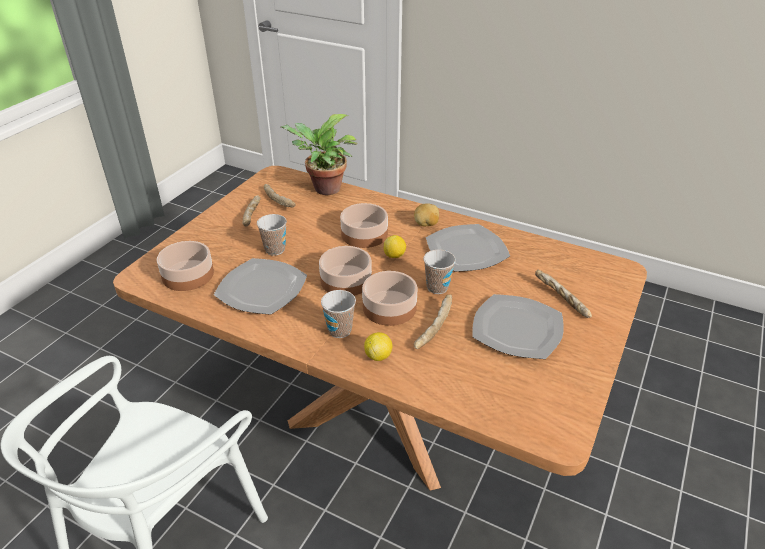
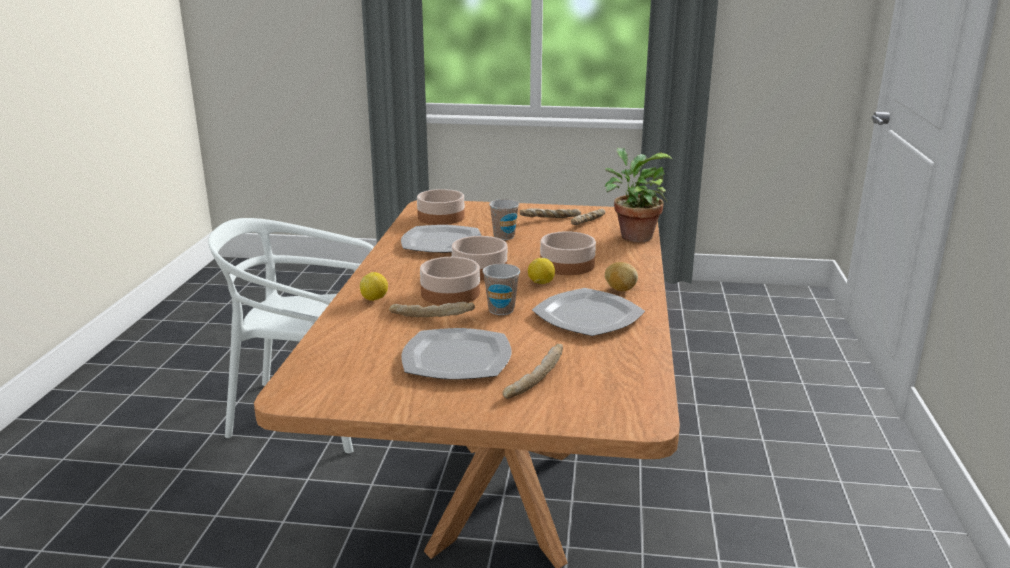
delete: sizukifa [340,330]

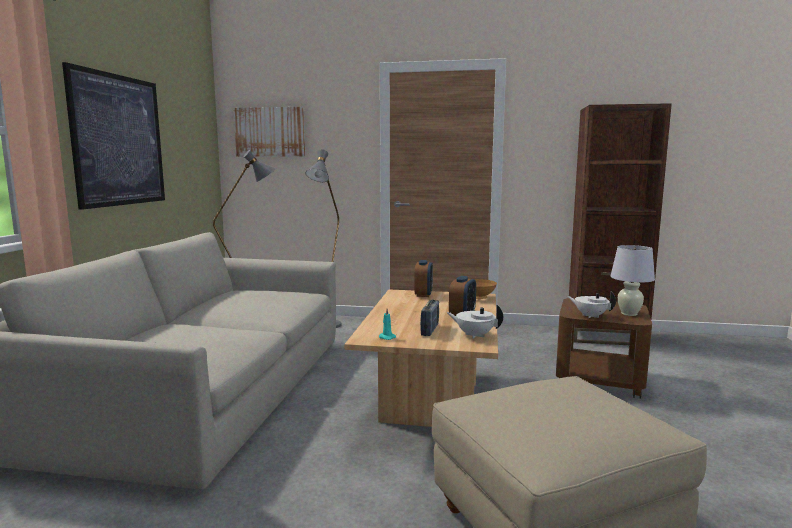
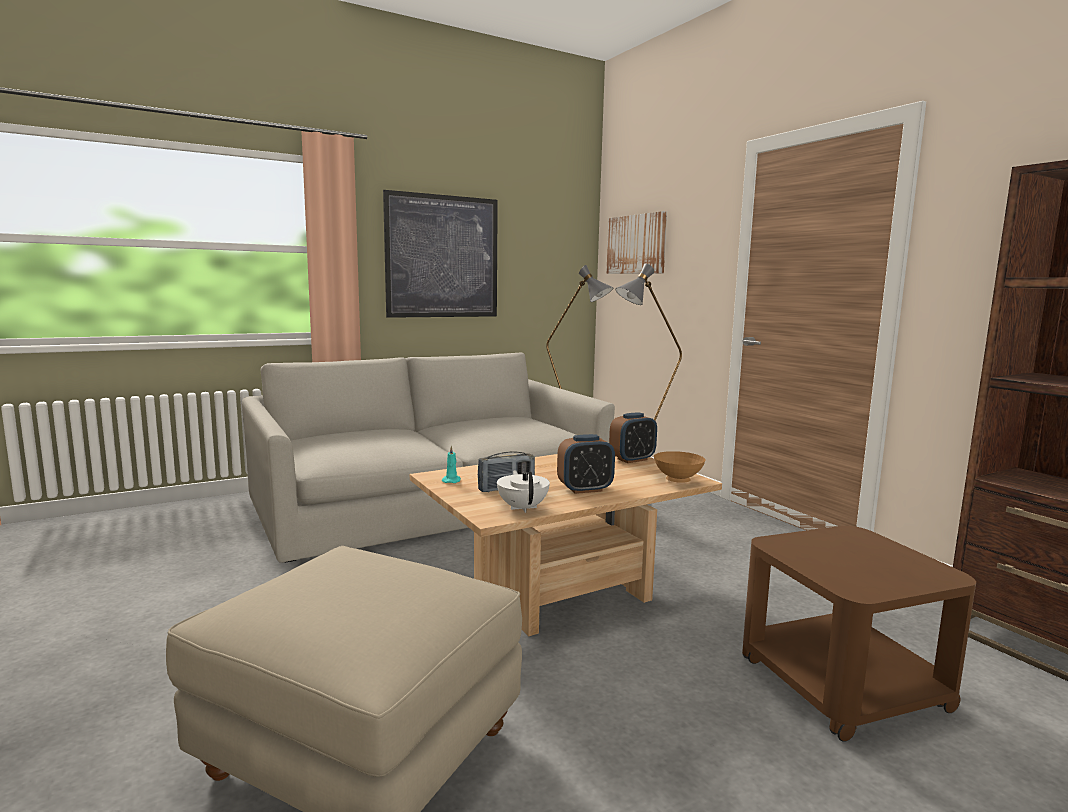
delete: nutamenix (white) [590,316]; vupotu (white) [629,314]

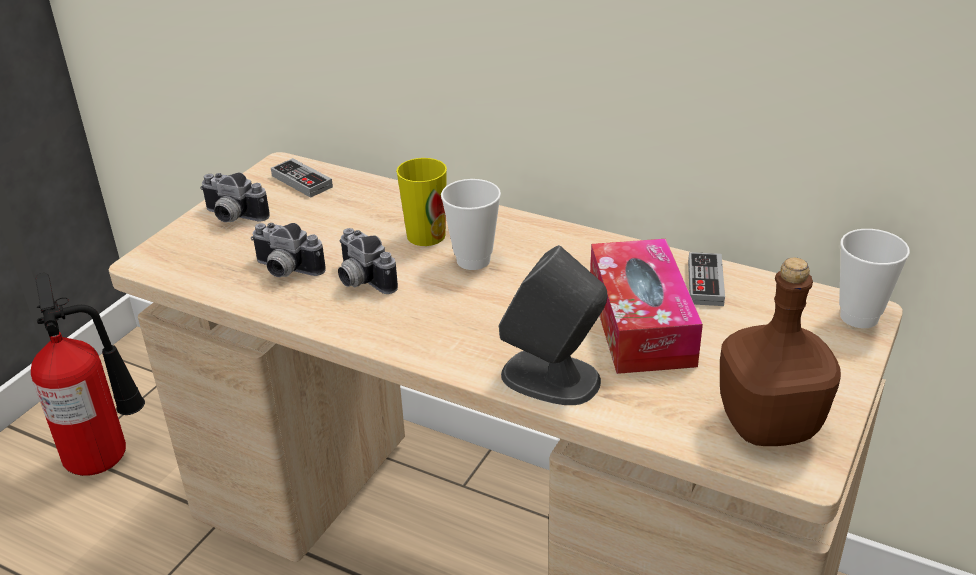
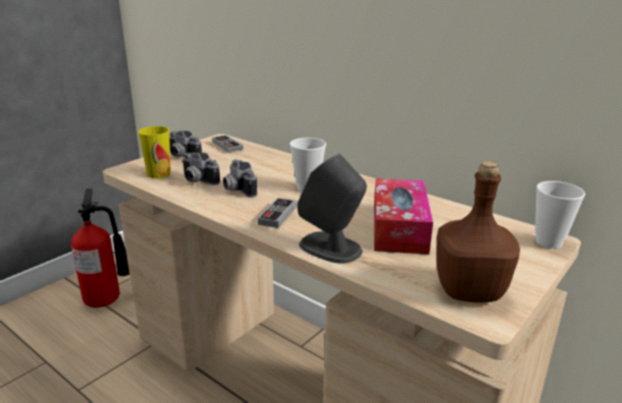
move: sizukifa [426,235] to [158,173]; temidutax [705,283] to [278,215]

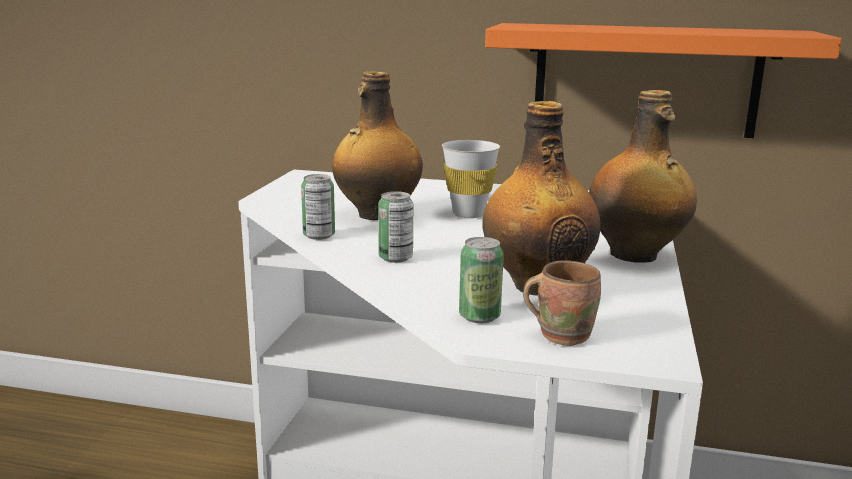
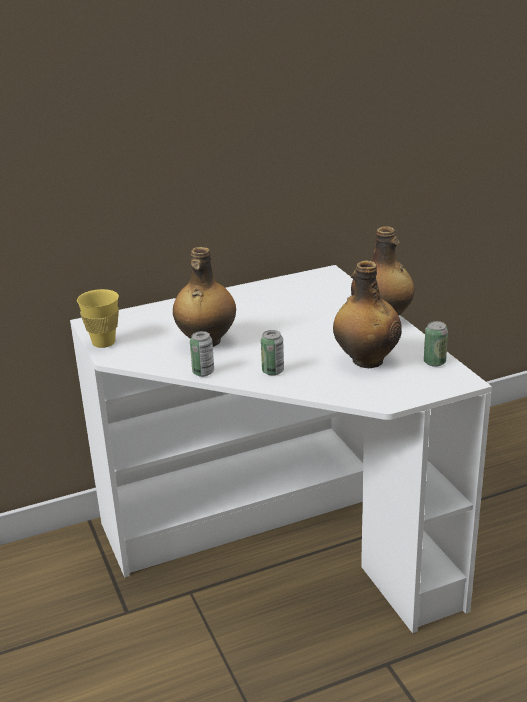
delete: sizukifa (white) [468,214]; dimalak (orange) [645,80]; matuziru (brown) [561,334]
insert: sizukifa (yellow) [103,343]
move: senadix [479,316] to [434,362]

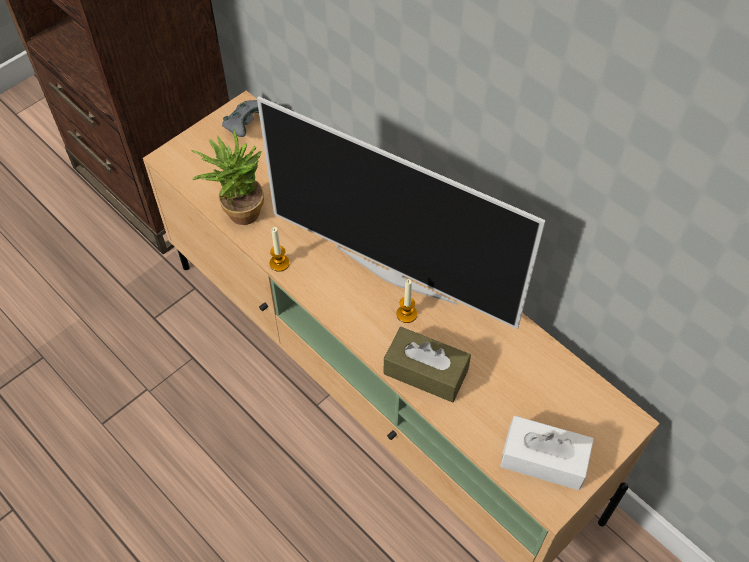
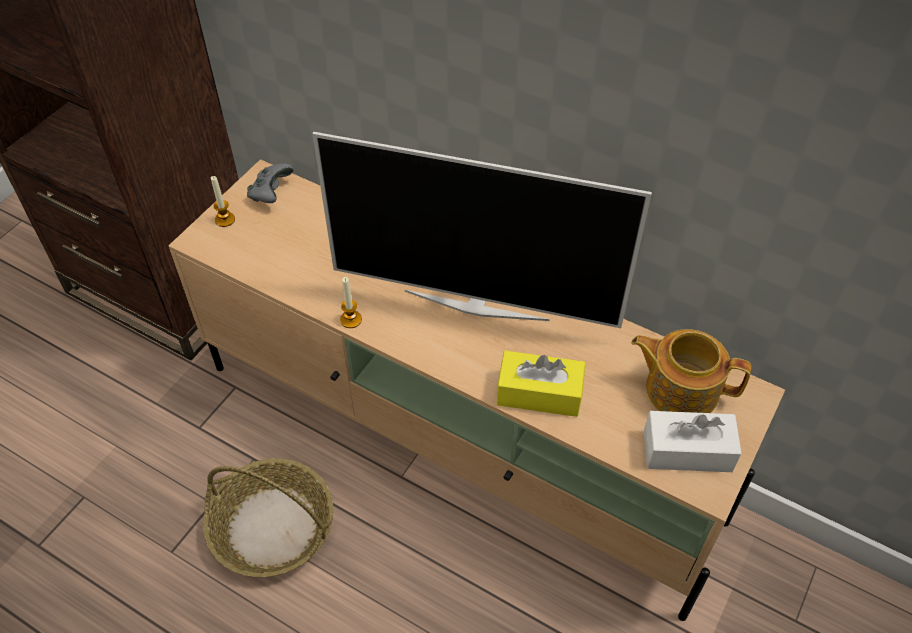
delete: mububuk [238,211]
insert: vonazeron [271,527]; nutamenix [680,389]
move: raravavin [406,314] to [225,219]
recolor: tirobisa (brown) [425,372] to tirobisa (yellow) [539,393]

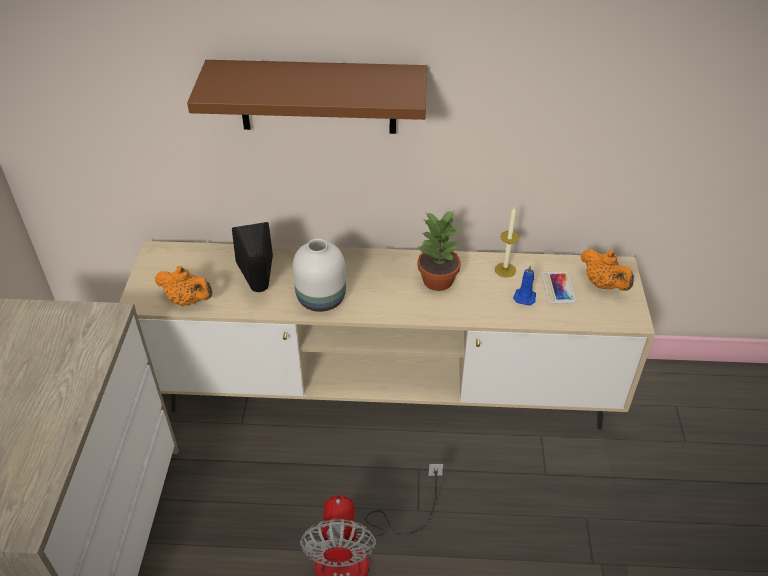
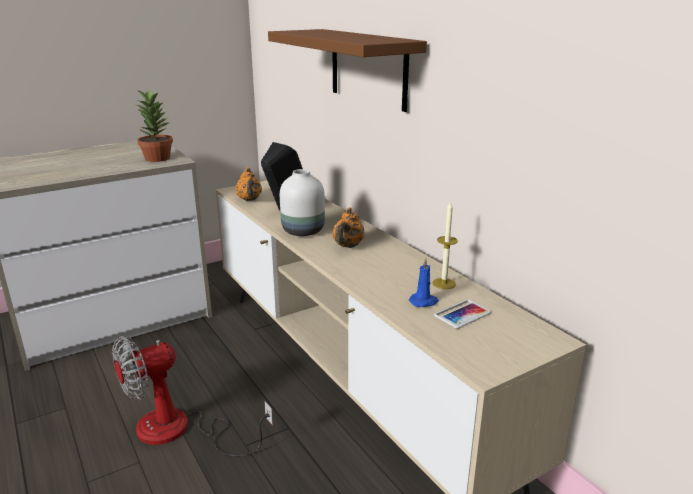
move: mububuk [437,280] to [157,158]; nutamenix (orange) [603,284] to [348,246]

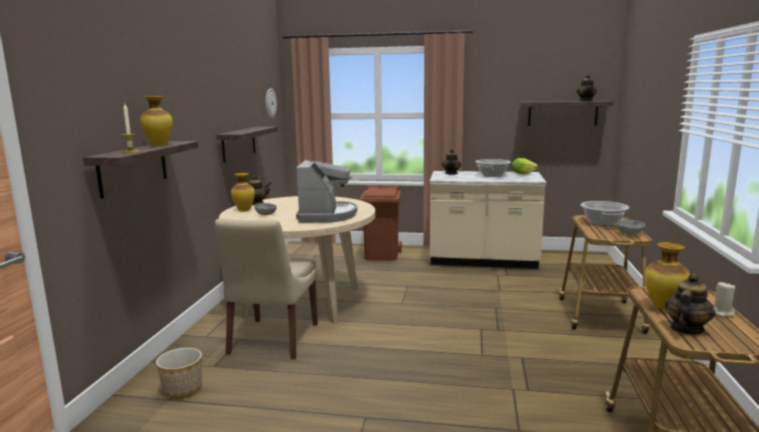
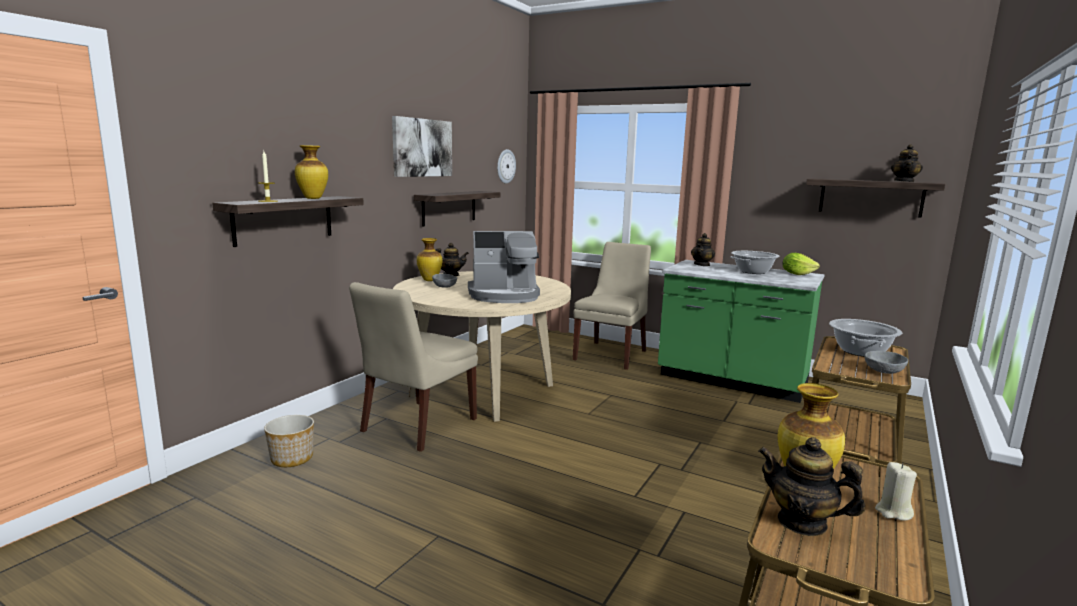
insert: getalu [422,147]
replace: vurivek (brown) [382,255] to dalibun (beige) [611,354]
recolor: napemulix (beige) [483,261] to napemulix (green) [731,381]
rotate: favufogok [326,215] = [504,295] 60 degrees clockwise; nutamenix [686,329] = [802,522] 120 degrees counterclockwise

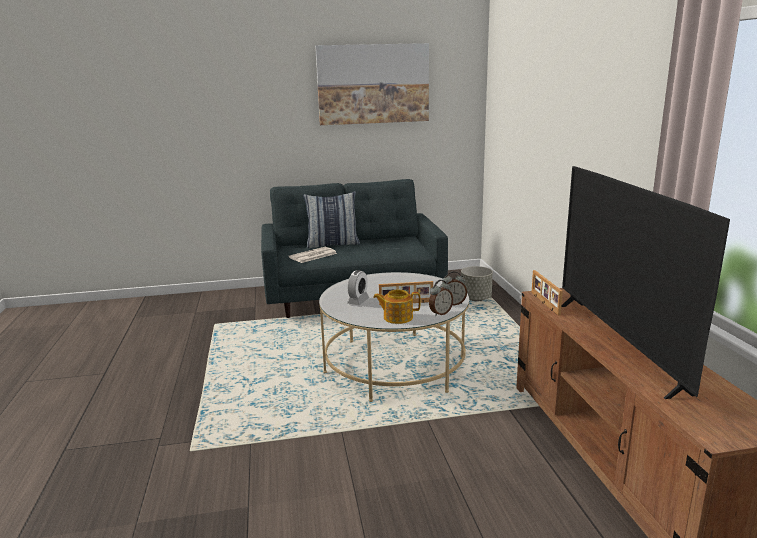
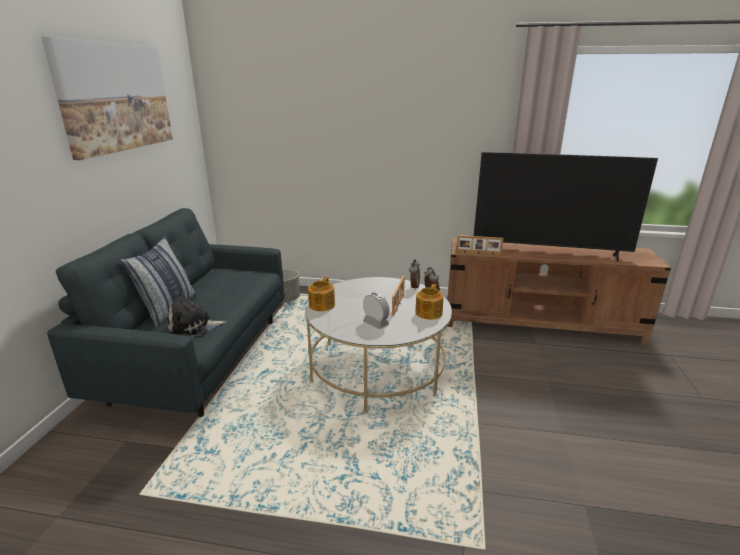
insert: nutamenix [321,305]
replace: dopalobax [312,255] to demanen [194,327]

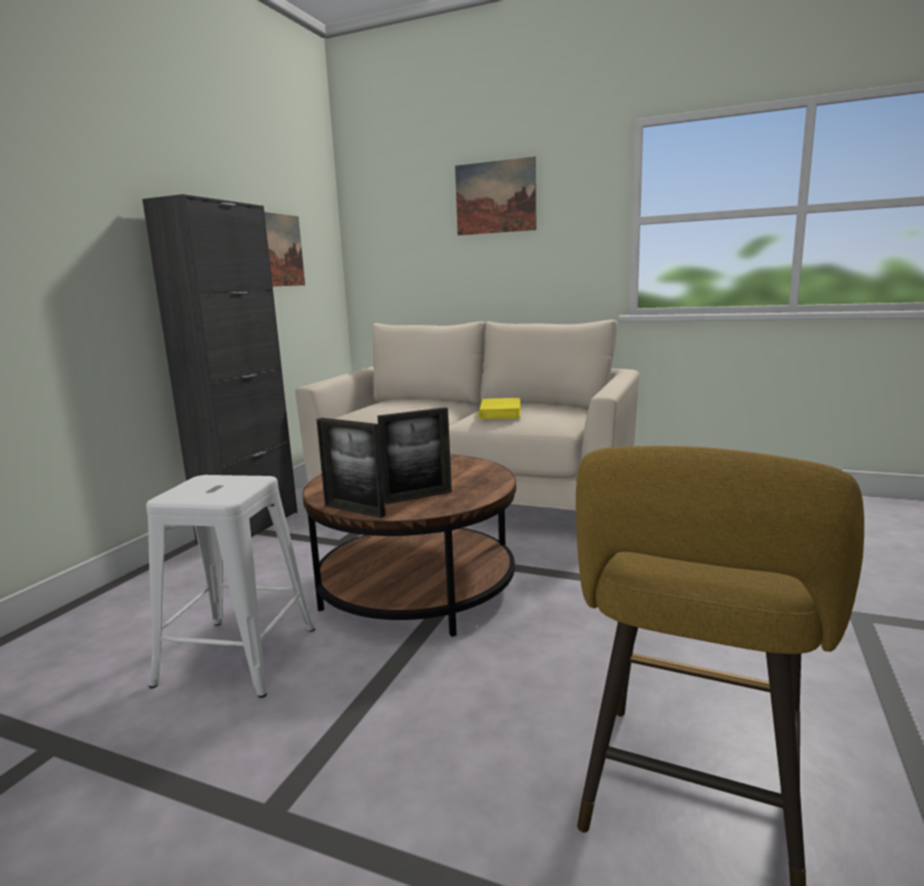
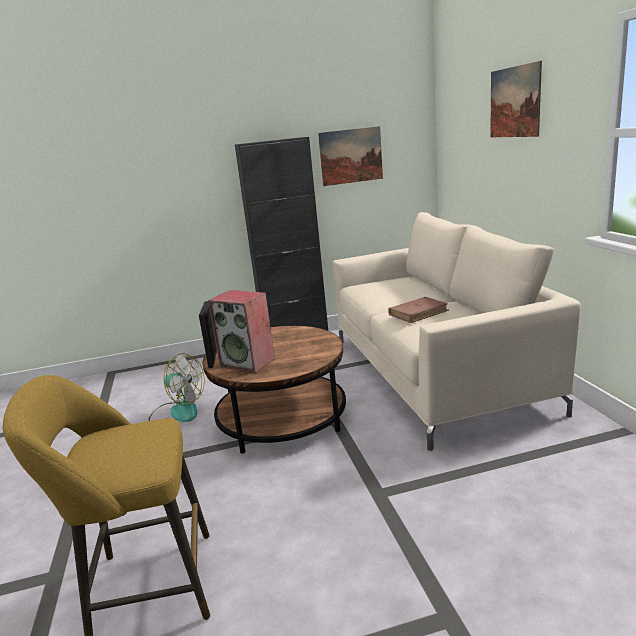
replace: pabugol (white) [238,655] to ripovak [177,412]; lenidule [418,497] to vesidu [248,362]
recolor: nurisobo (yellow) [500,412] to nurisobo (brown) [418,312]

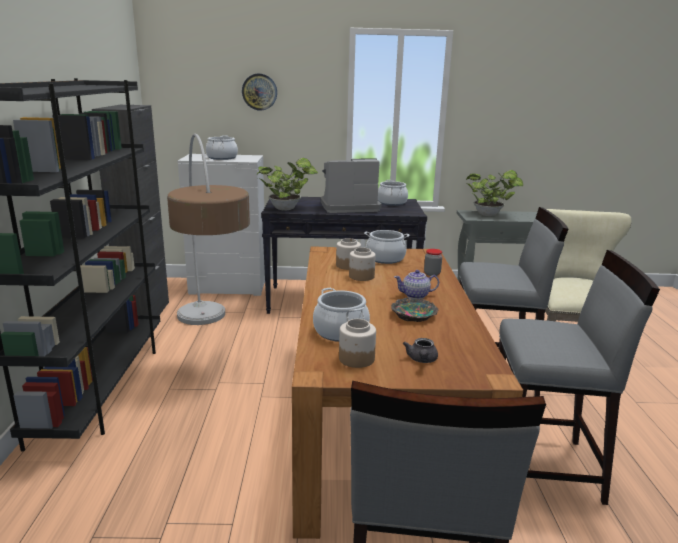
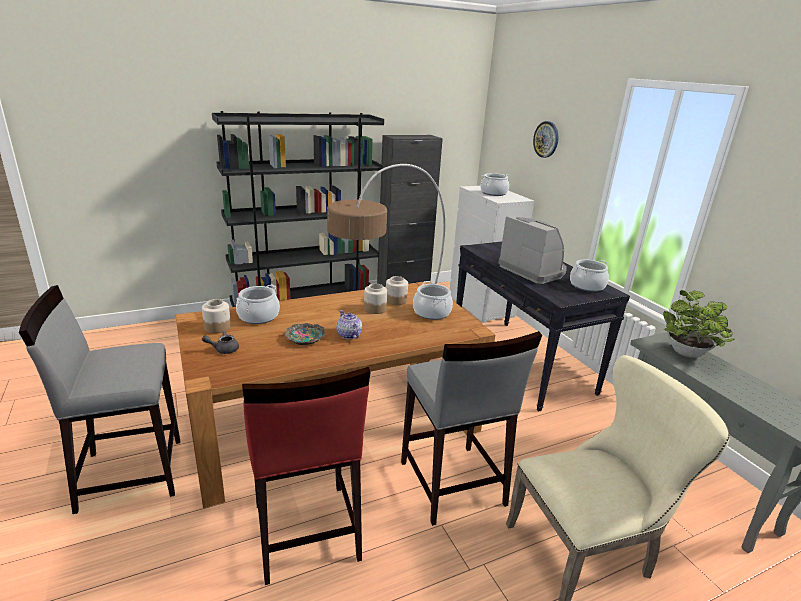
delete: mububuk [287,208]; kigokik [432,274]
recolor: pabugol (grey) [543,467] to pabugol (red) [305,532]

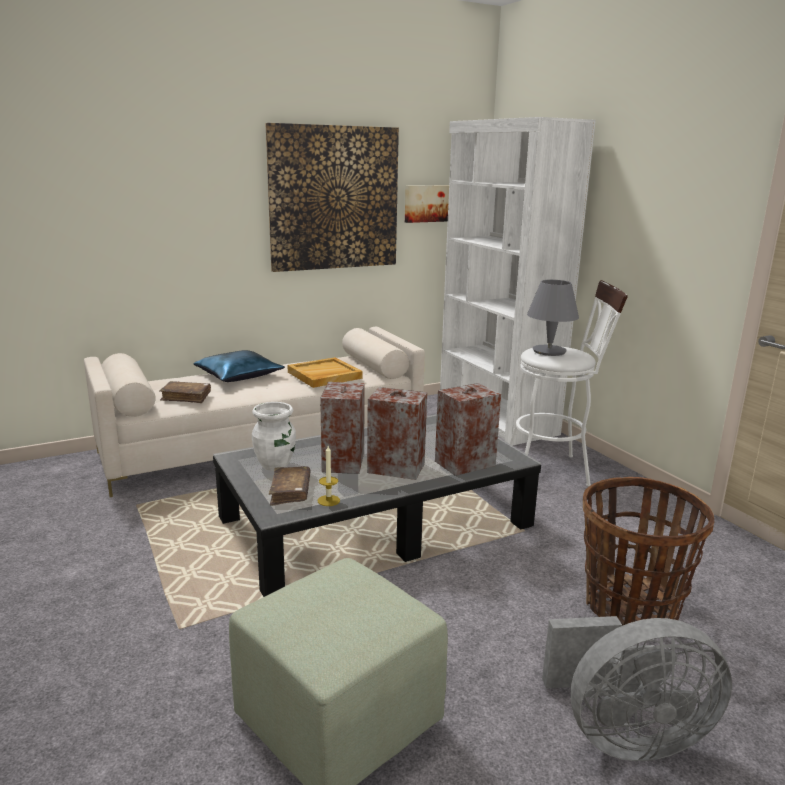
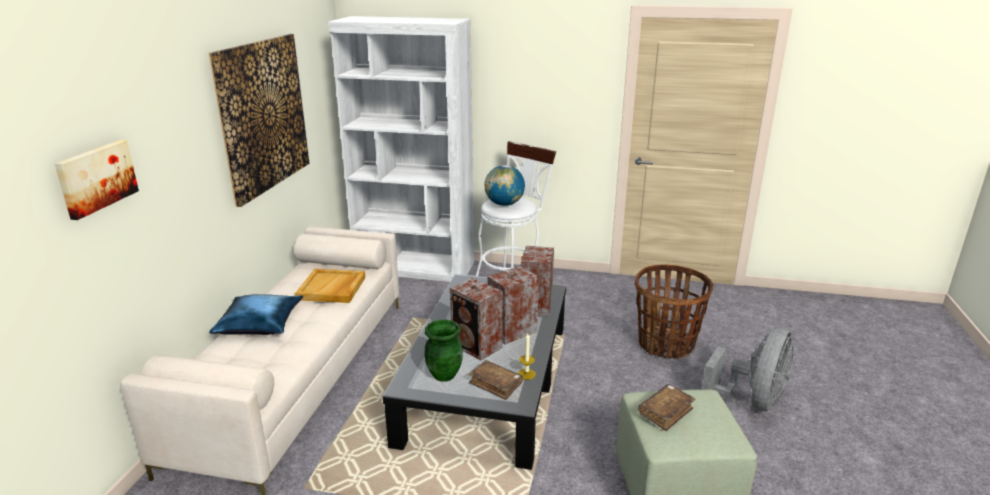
move: nurisobo (brown) [186,397] to [665,412]; getalu [428,203] to [96,178]
replace: vupotu (grey) [549,351] to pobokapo [504,204]
recolor: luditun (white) [275,465] to luditun (green) [444,374]

